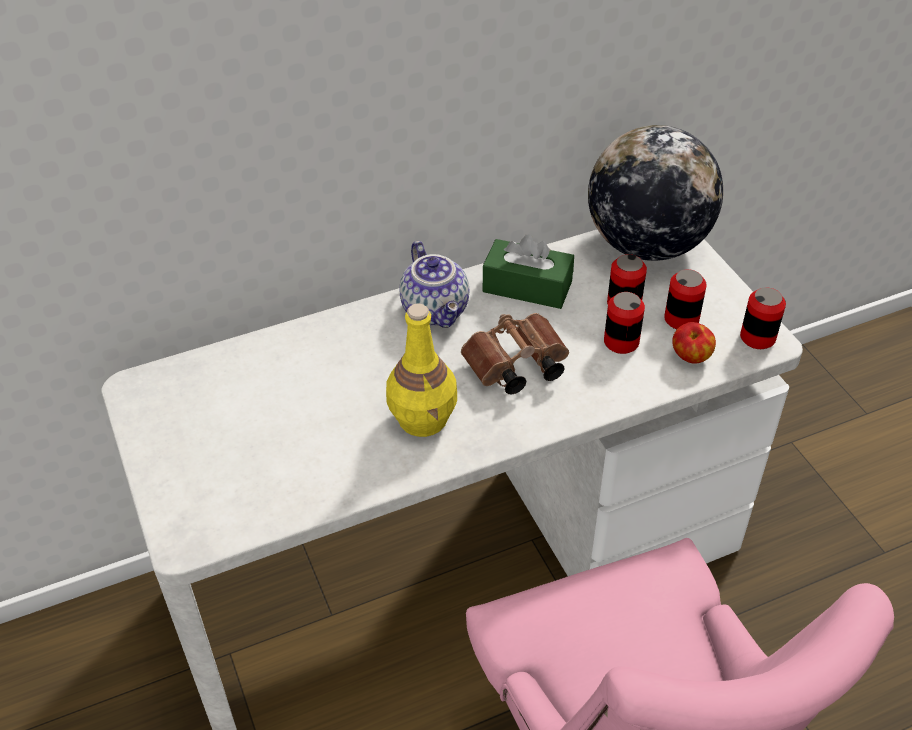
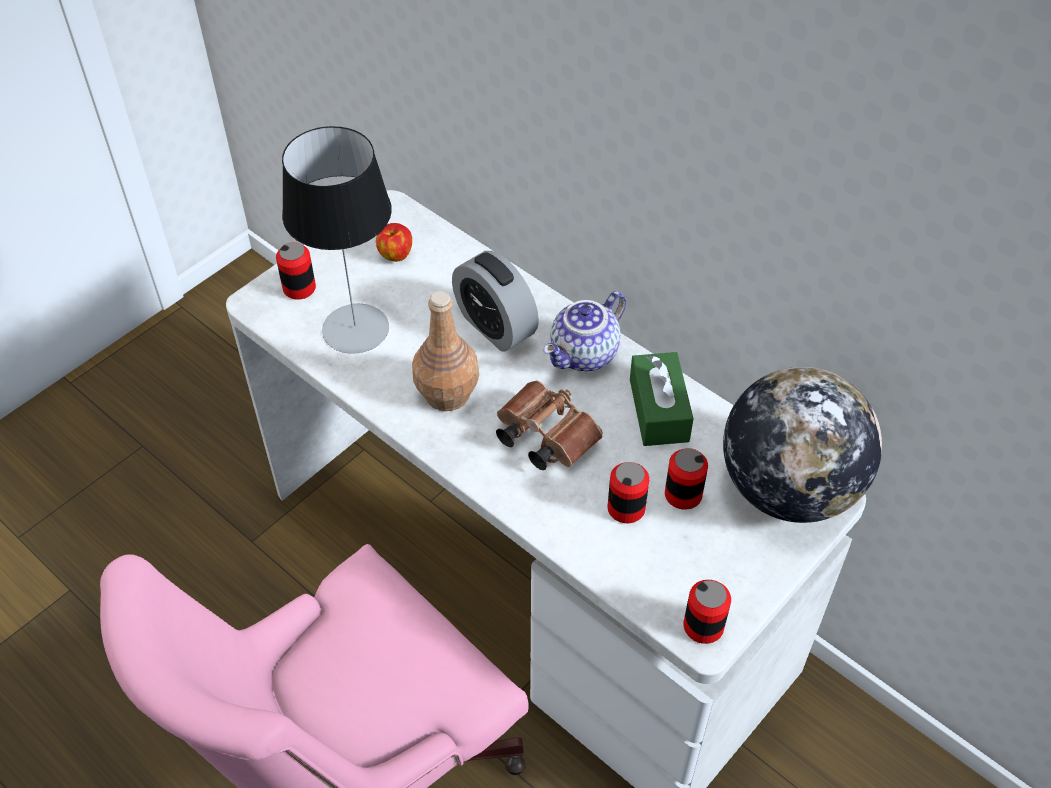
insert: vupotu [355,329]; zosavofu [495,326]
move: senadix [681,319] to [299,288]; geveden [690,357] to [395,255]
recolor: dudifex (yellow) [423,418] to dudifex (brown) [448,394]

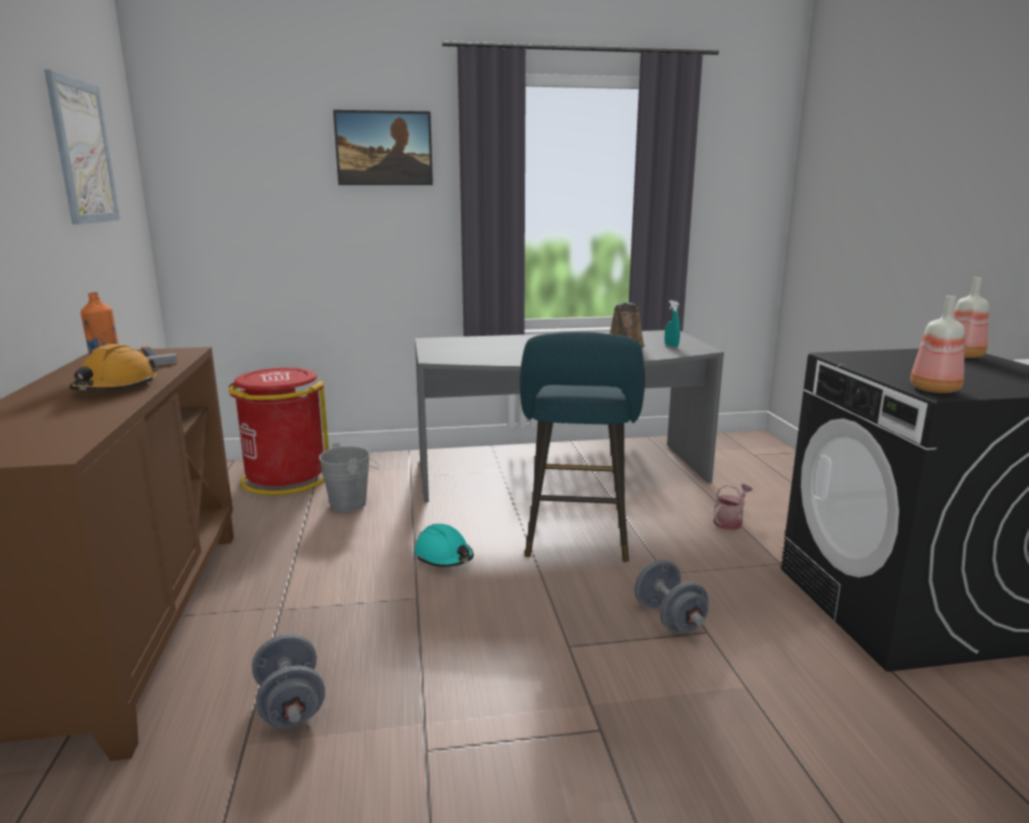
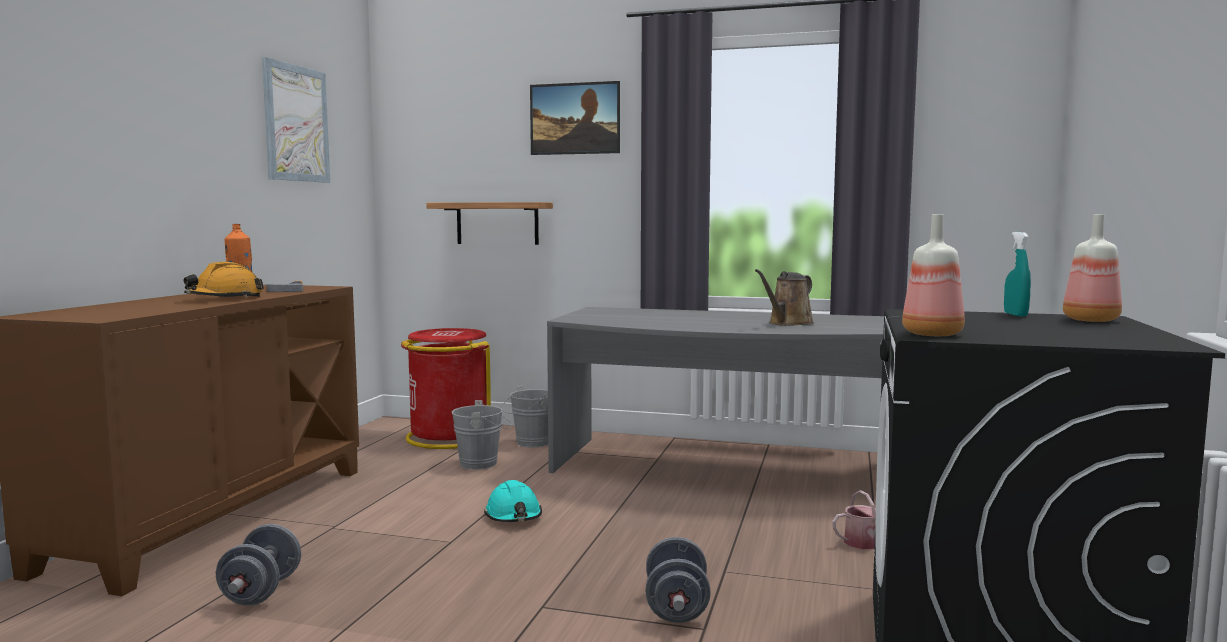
delete: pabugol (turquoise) [577,540]
insert: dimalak [497,223]; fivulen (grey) [530,443]
move: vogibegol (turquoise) [671,346] to [1015,315]

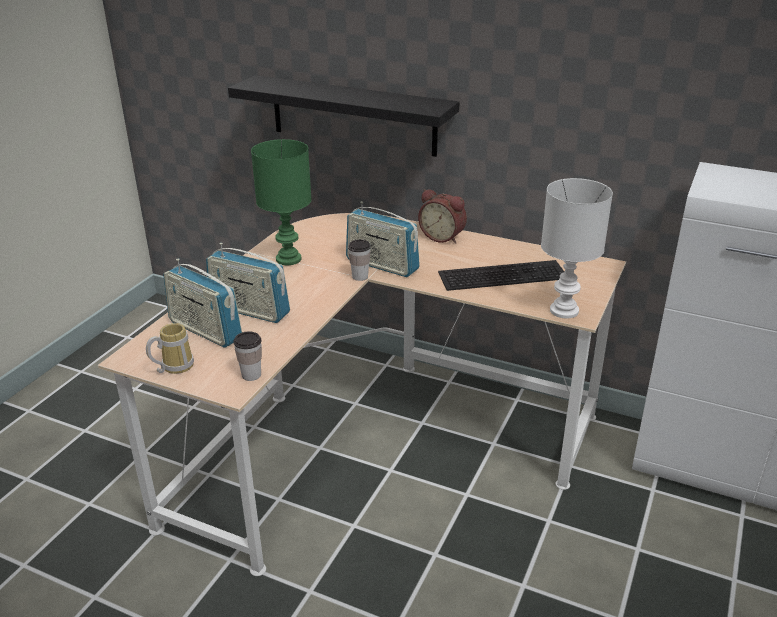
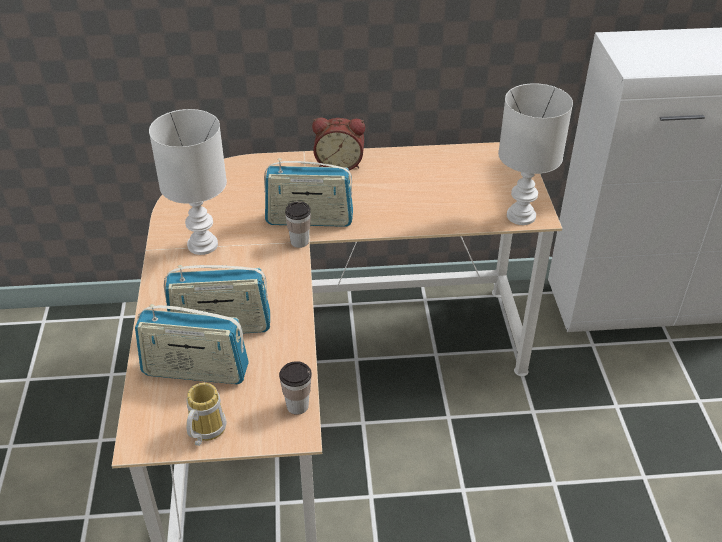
delete: dimalak (black) [353,115]; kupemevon [503,274]
recolor: vupotu (green) [289,259] to vupotu (white) [204,245]

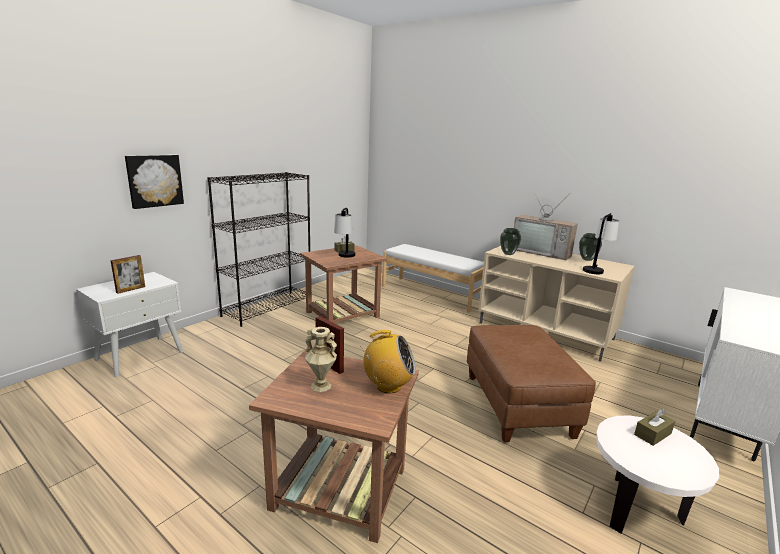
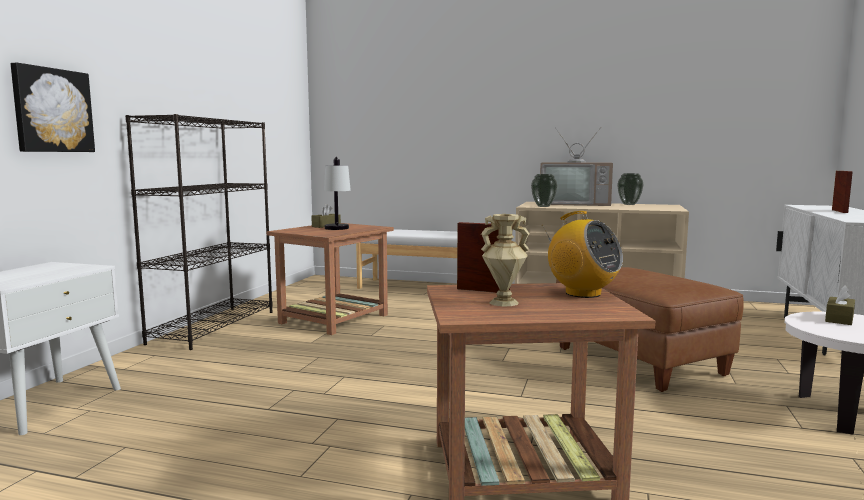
delete: vupotu [595,269]
move: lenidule [131,289] to [839,211]
rotate: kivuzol [388,386] = [582,293] 60 degrees clockwise

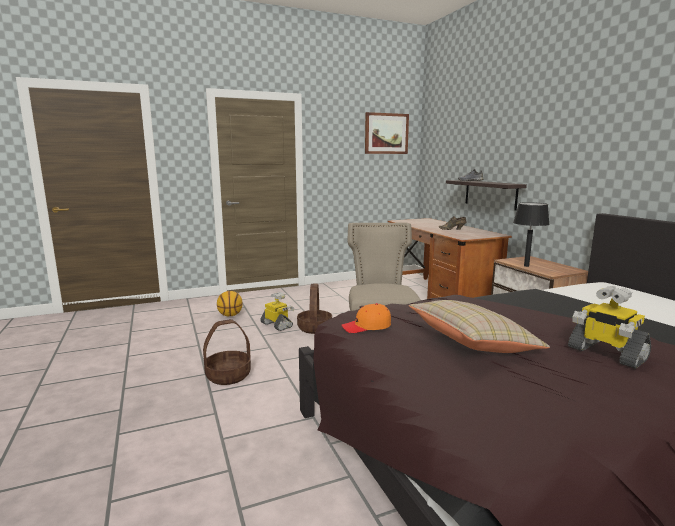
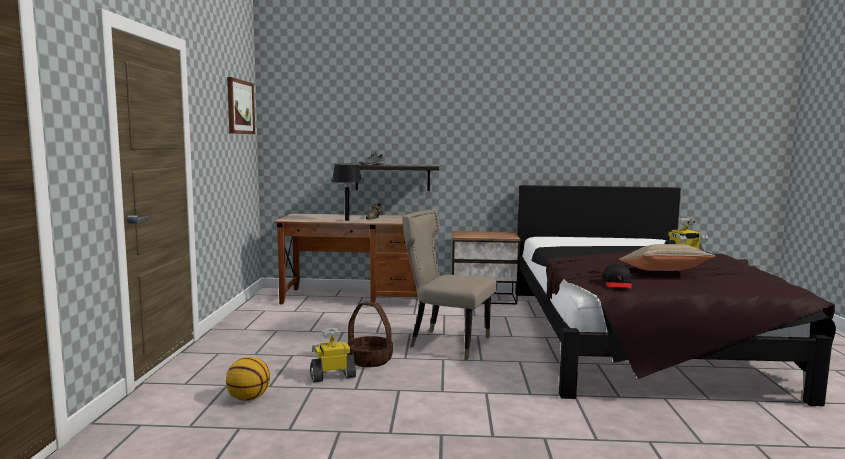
delete: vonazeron [228,375]
move: vupotu (black) [526,266] to [347,220]
recolor: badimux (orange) [366,326] to badimux (black) [617,283]

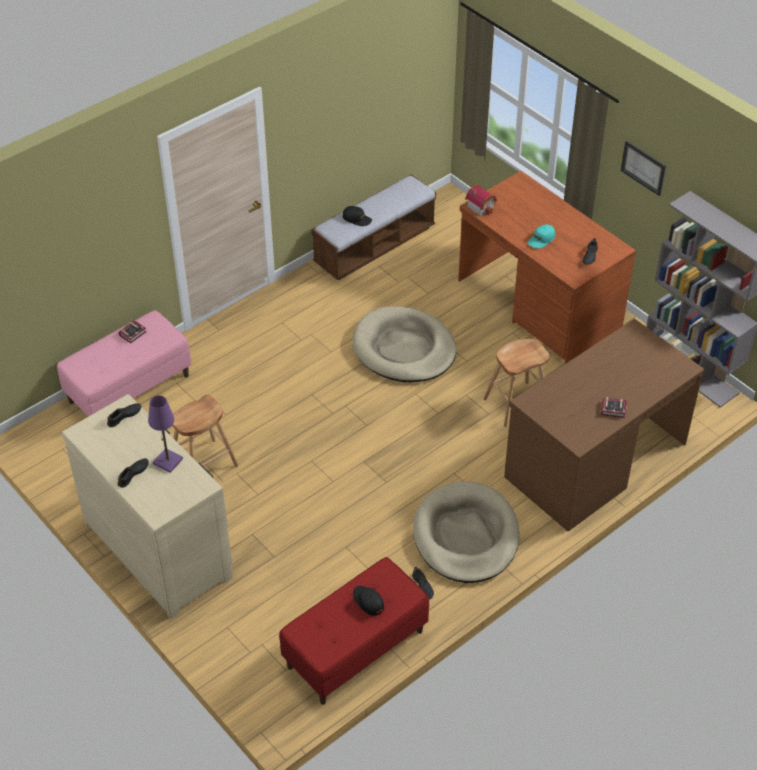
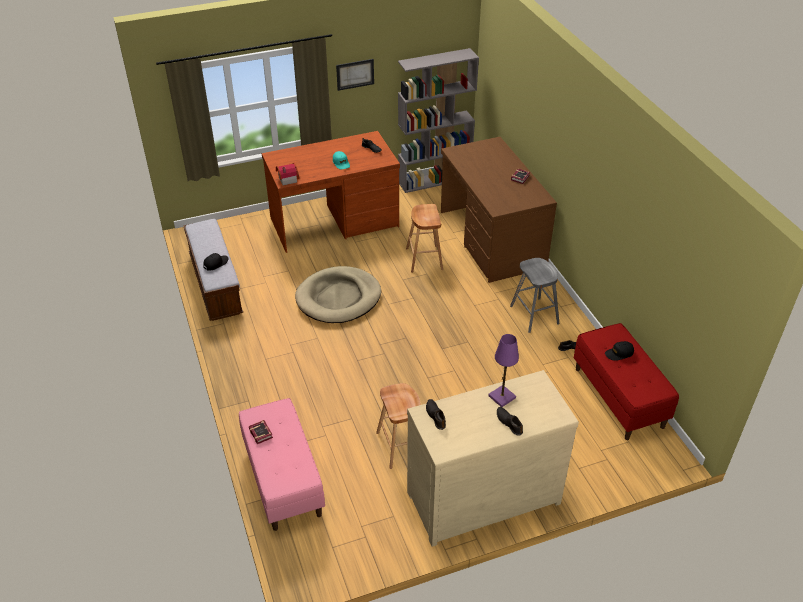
replace: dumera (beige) [466,536] to pabugol (grey) [534,315]

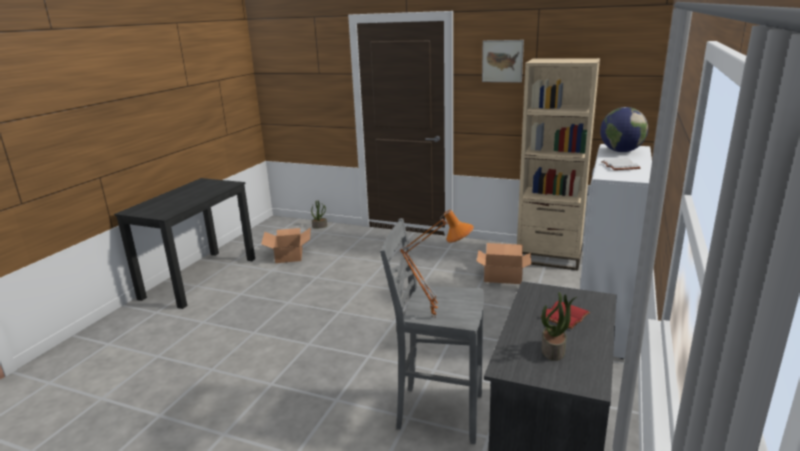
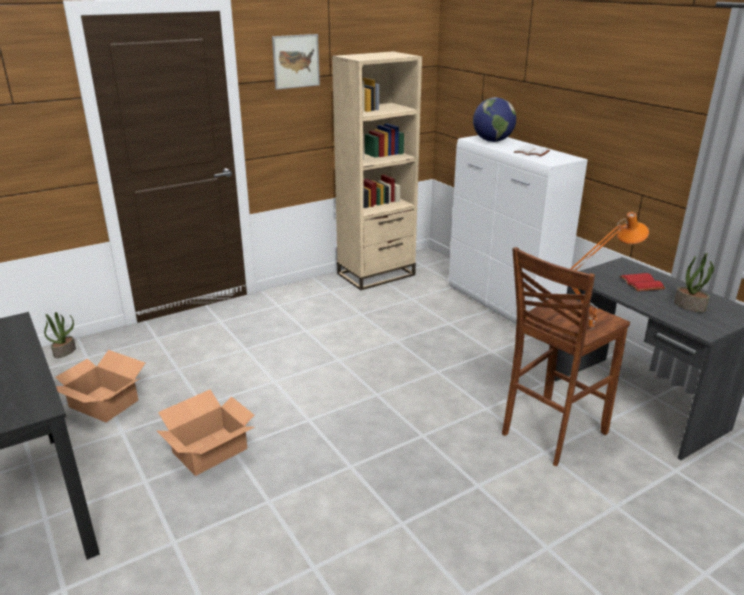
move: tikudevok [502,276] to [209,450]
recolor: pabugol (grey) [437,412] to pabugol (brown) [550,433]

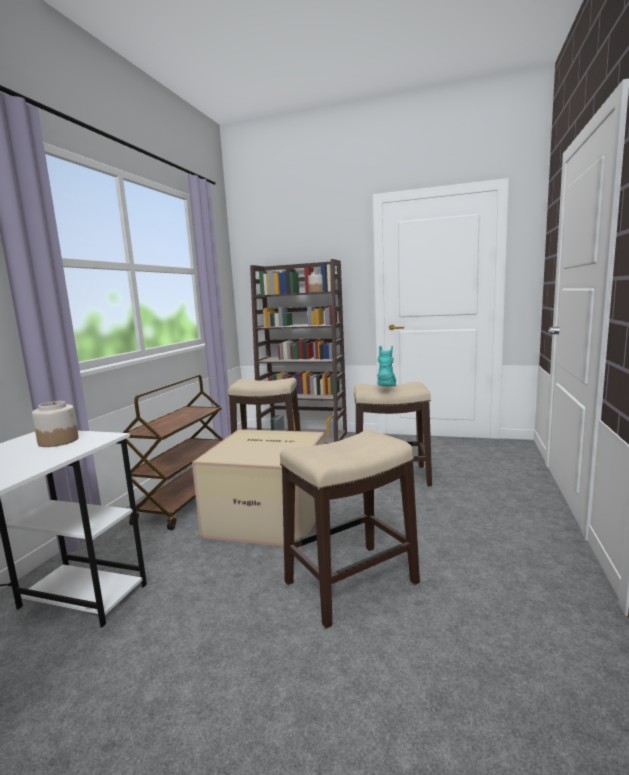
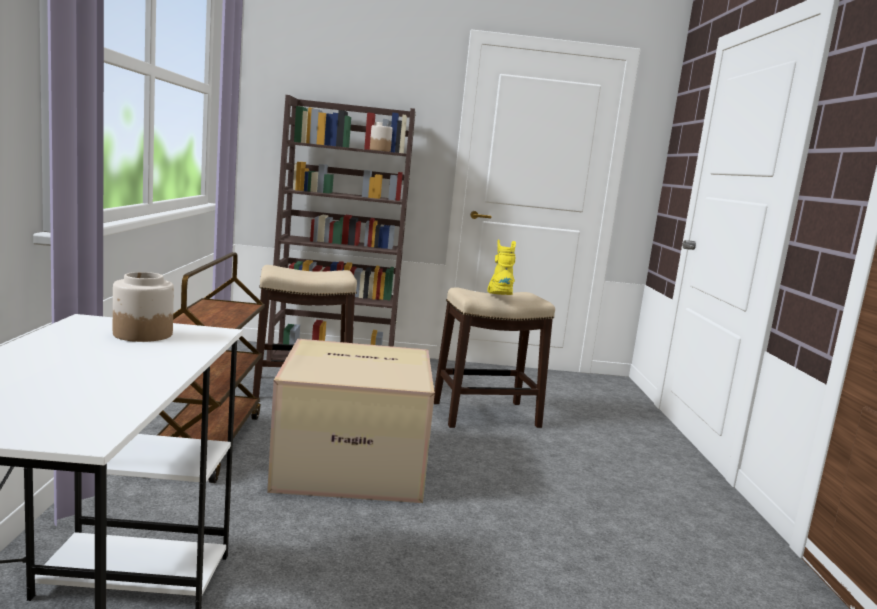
delete: pabugol [352,582]
recolor: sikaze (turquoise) [387,389] to sikaze (yellow) [499,298]

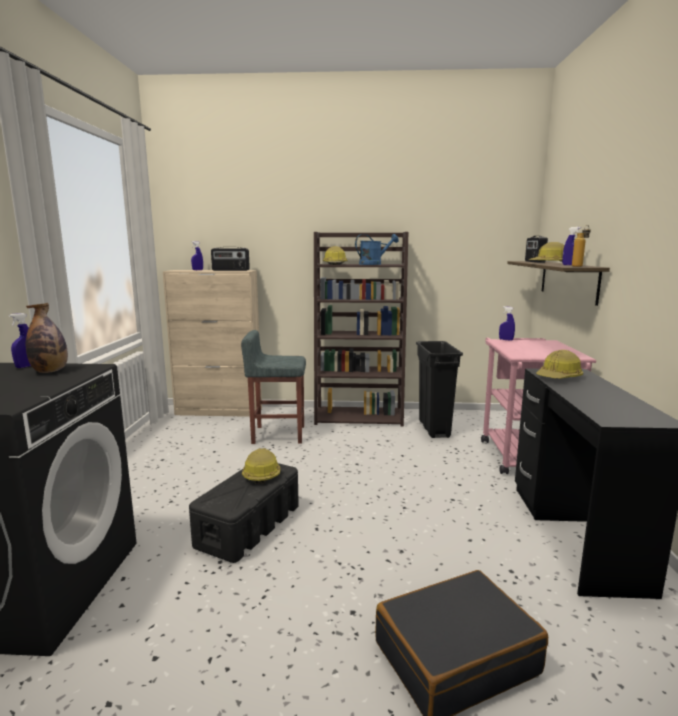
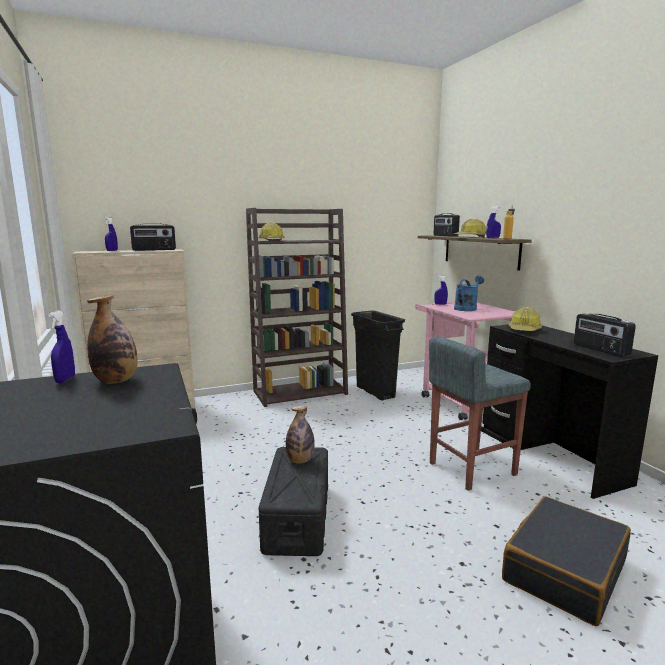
insert: kivuzol [600,350]
move: pabugol (grey) [277,434] to [471,469]; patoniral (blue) [374,264] to [467,308]
replace: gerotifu [261,474] to dudifex [300,460]

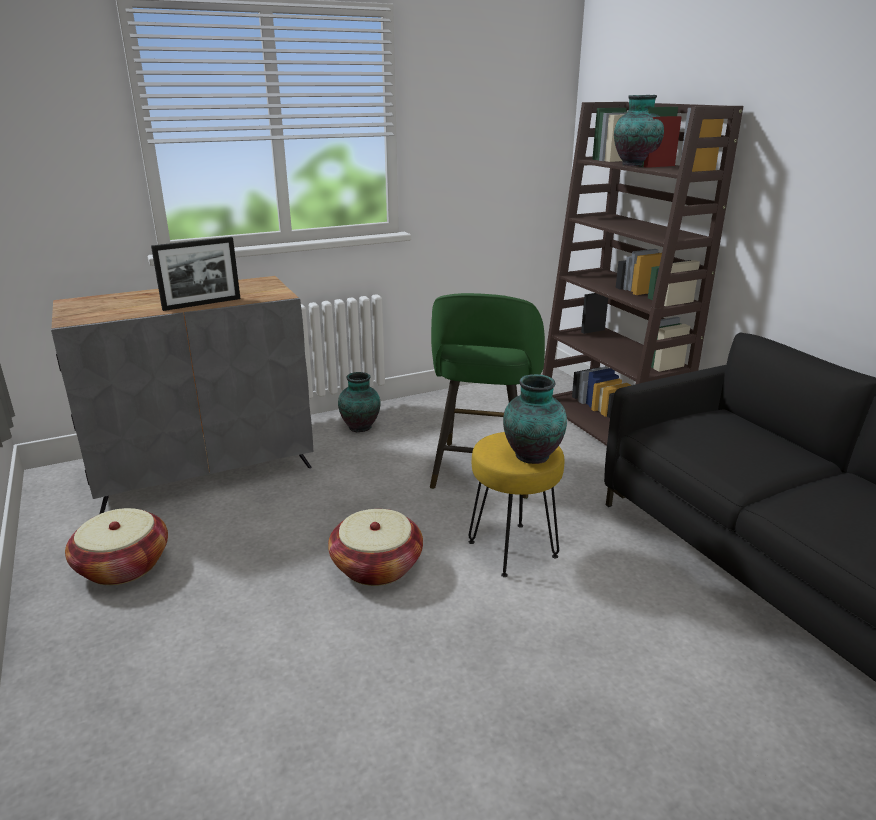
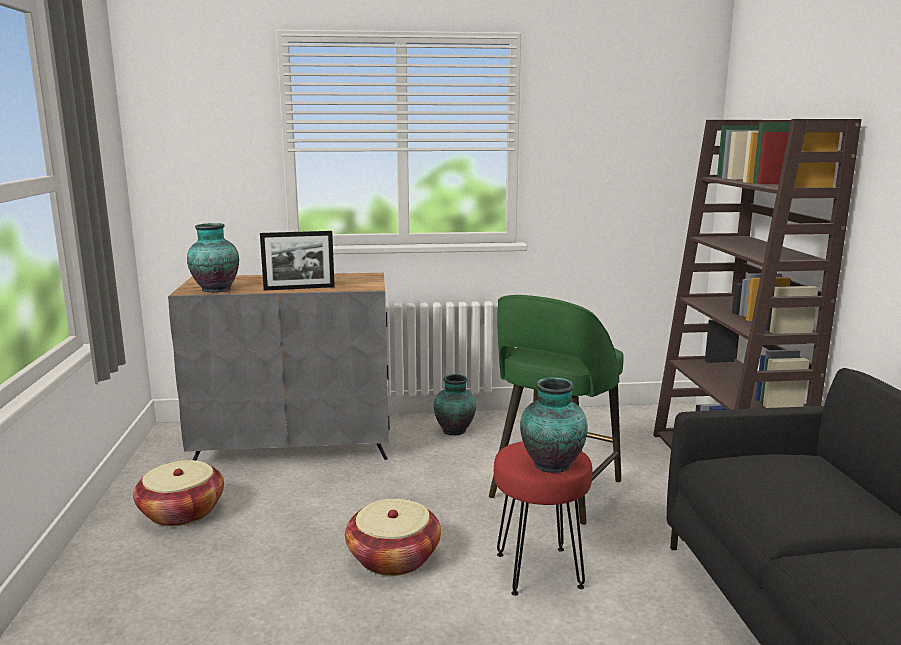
move: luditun [634,165] to [214,290]
recolor: pabugol (yellow) [512,548] to pabugol (red) [539,570]

